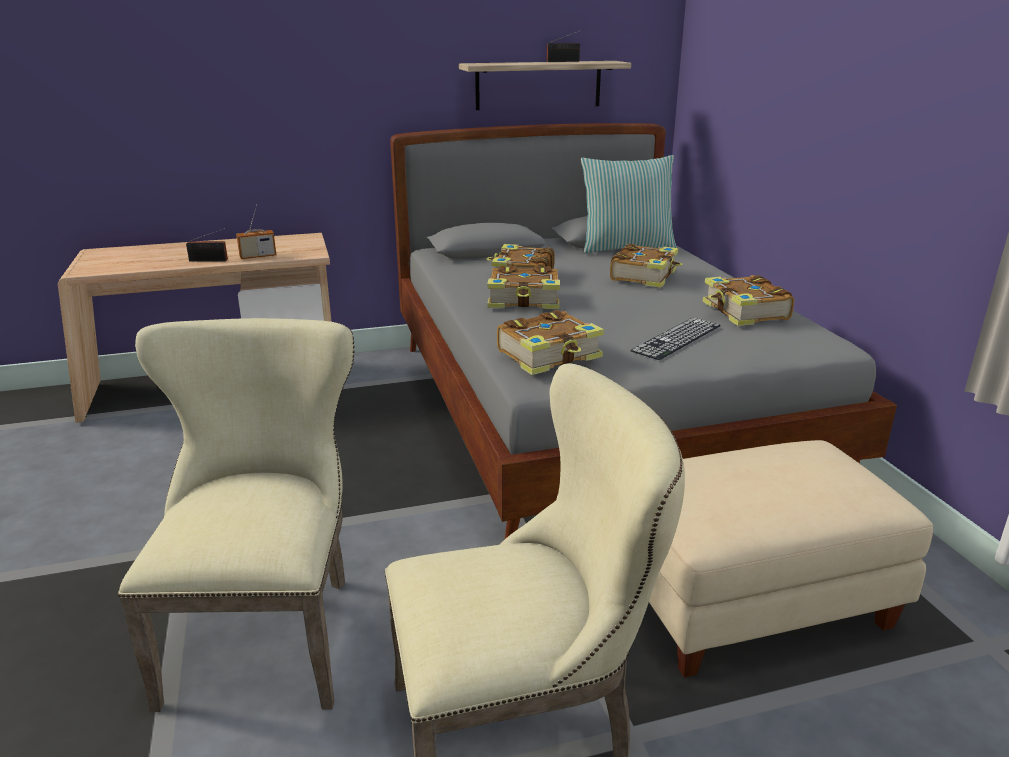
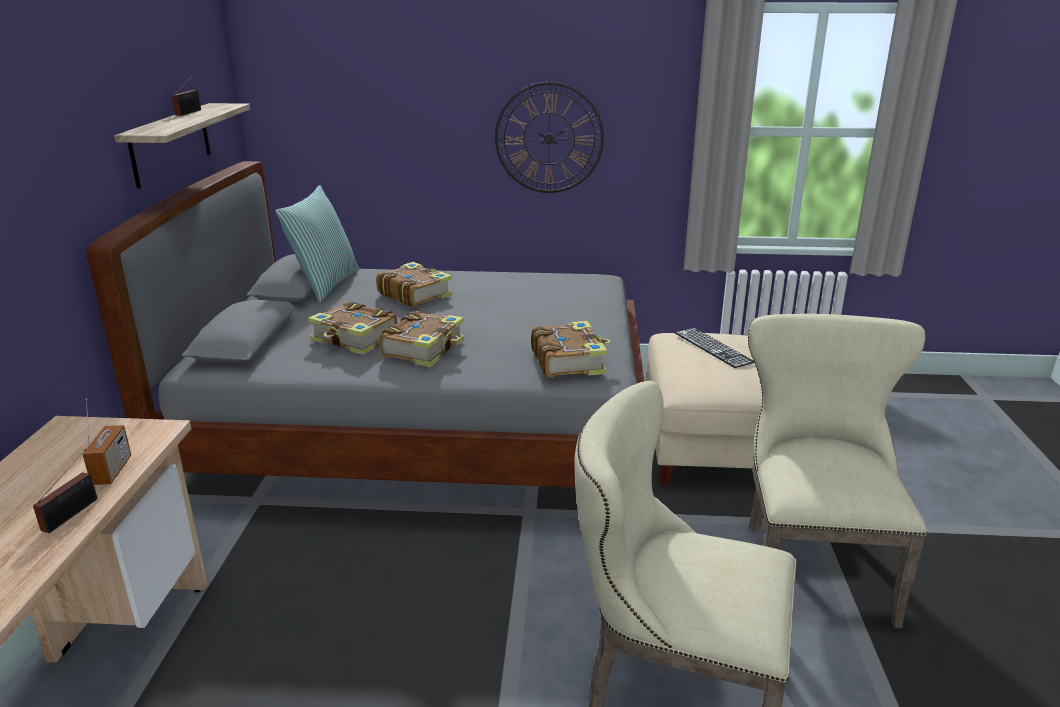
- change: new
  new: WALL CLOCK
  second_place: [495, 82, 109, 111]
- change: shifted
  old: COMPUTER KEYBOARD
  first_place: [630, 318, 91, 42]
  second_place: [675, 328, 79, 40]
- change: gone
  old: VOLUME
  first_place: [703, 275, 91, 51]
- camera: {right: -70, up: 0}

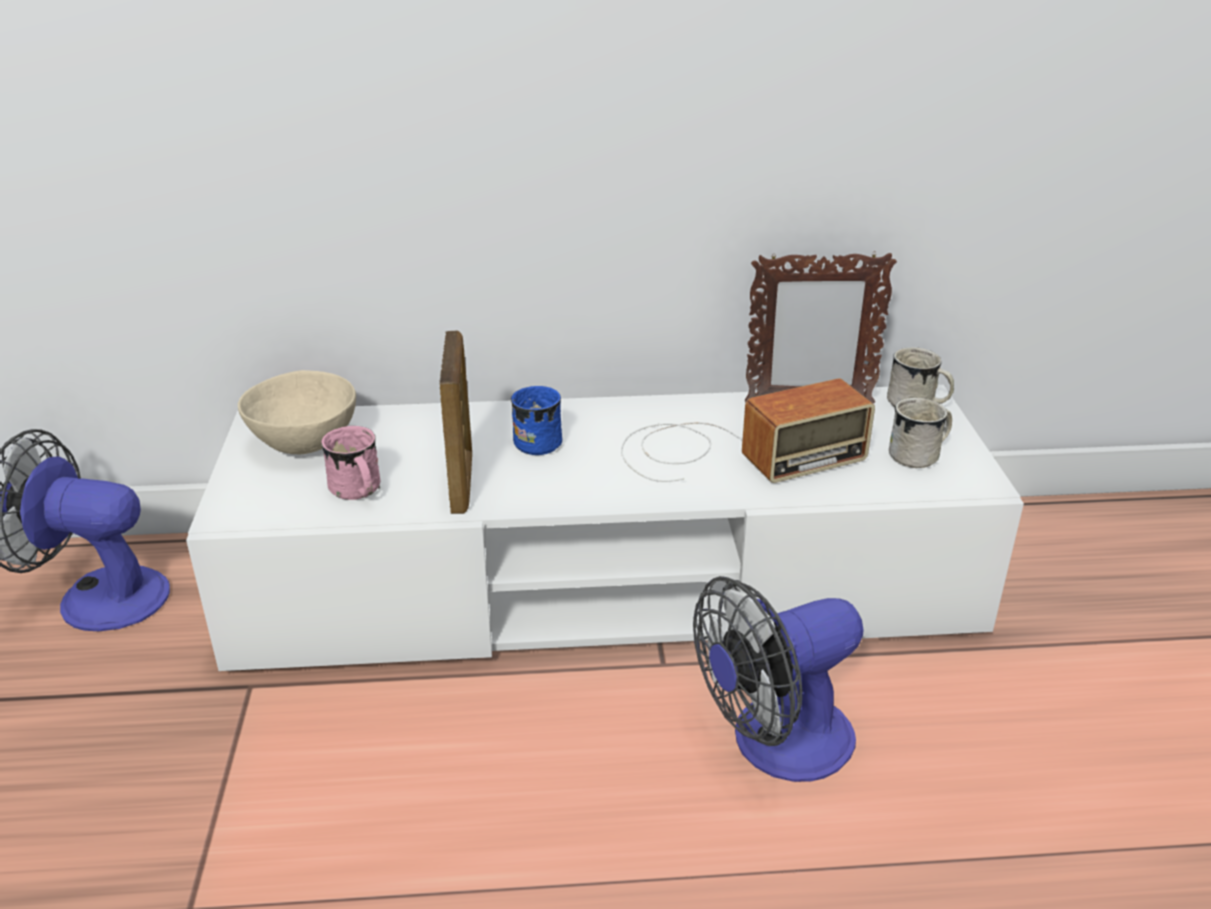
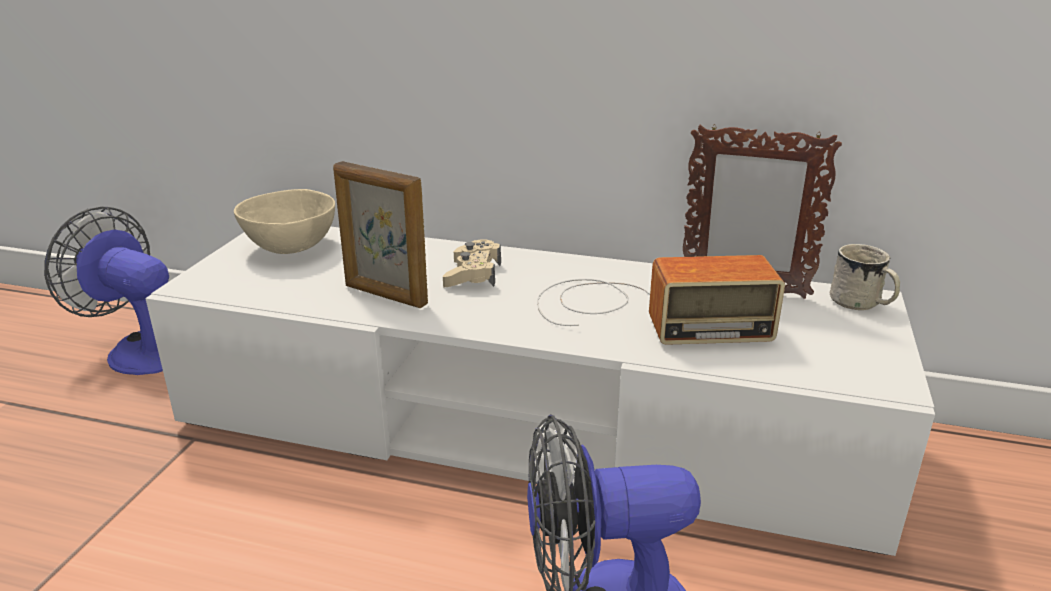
- change: rotated
  old: STANDING FRAME
  first_place: [439, 331, 33, 183]
  second_place: [333, 161, 95, 147]
  degrees: 105
- change: swapped
  old: BLUISH COFFEE MUG
  new: BEIGE GAME CONTROLLER
  first_place: [511, 386, 51, 69]
  second_place: [443, 239, 58, 48]
- change: gone
  old: PINK COFFEE MUG
  first_place: [321, 426, 59, 74]
- change: gone
  old: WHITISH COFFEE MUG
  first_place: [889, 398, 63, 70]
- camera: {right: 20, up: -5}

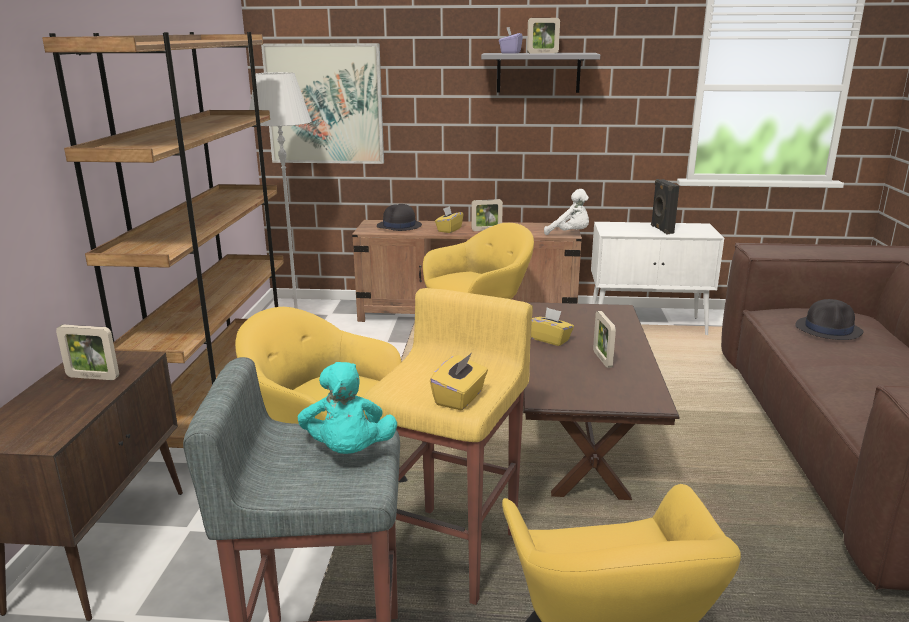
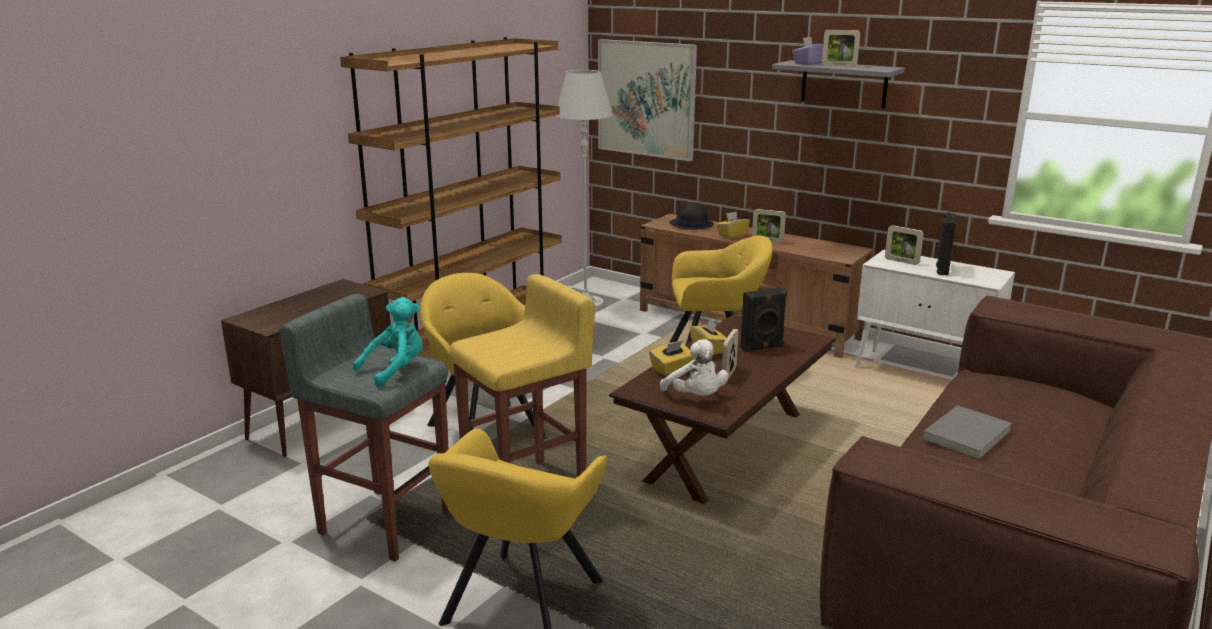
- change: rotated
  old: TURQUOISE-COLOURED SOFT TOY
  first_place: [298, 362, 99, 92]
  second_place: [353, 297, 70, 90]
  degrees: -150
- change: shifted
  old: YELLOWISH TISSUE HOLDER
  first_place: [430, 353, 58, 57]
  second_place: [649, 341, 45, 35]
- change: shifted
  old: WHITISH SOFT TOY
  first_place: [544, 189, 45, 46]
  second_place: [660, 339, 68, 57]
- change: new
  new: BLACK SPEAKER
  second_place: [740, 287, 47, 65]
- change: shifted
  old: STANDING FRAME
  first_place: [56, 325, 63, 55]
  second_place: [885, 225, 39, 40]
- change: new
  new: GRAY VOLUME
  second_place: [922, 405, 90, 54]
- change: gone
  old: BLACK CLOTHING HAT
  first_place: [795, 299, 68, 41]
- camera: {right: 30, up: 0}

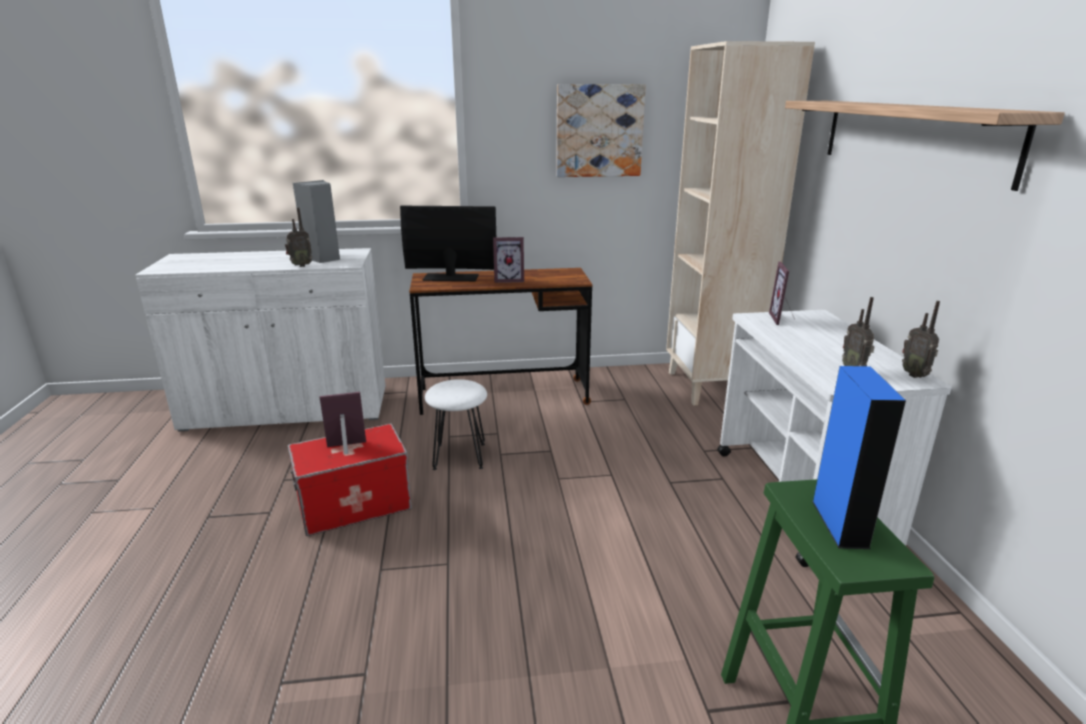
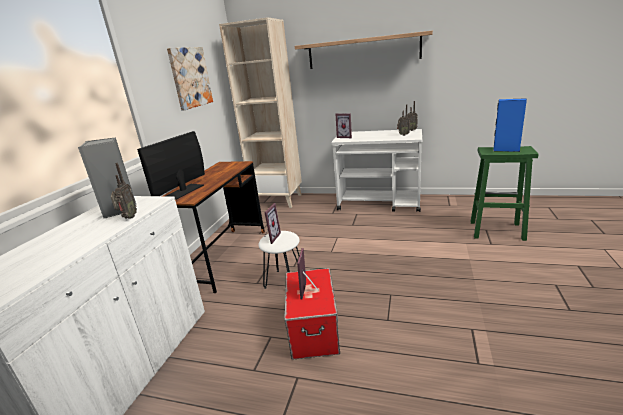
- change: shifted
  old: STANDING FRAME
  first_place: [493, 237, 31, 46]
  second_place: [265, 203, 16, 41]
- camera: {right: -65, up: 0}

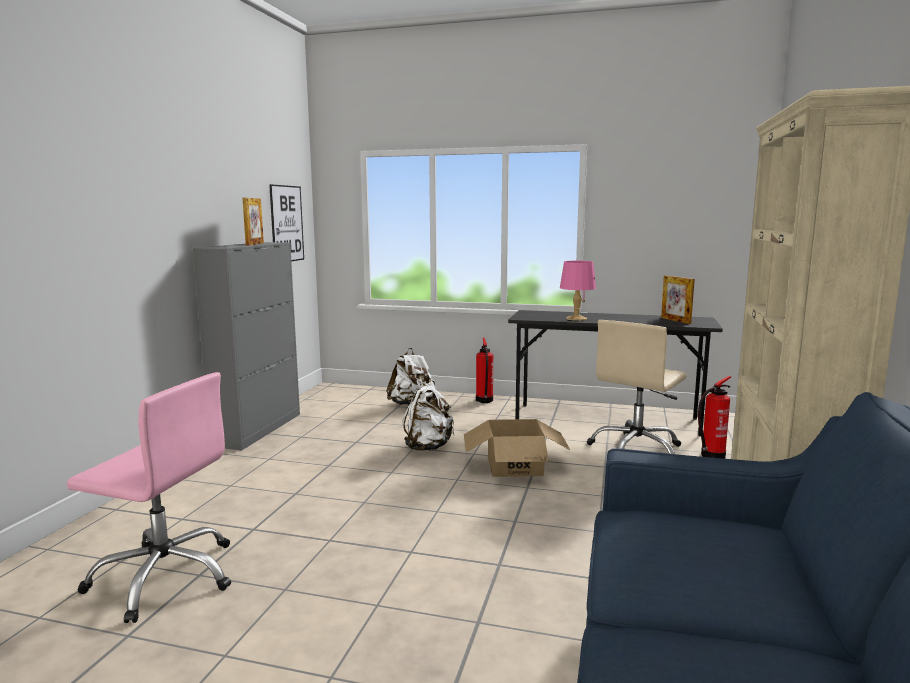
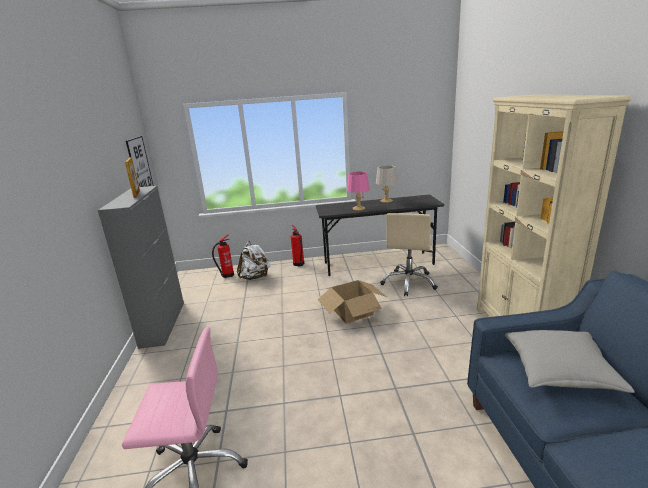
- change: shifted
  old: FIRE-FIGHTING CYLINDER
  first_place: [698, 376, 33, 83]
  second_place: [212, 235, 22, 43]
- change: new
  new: GRAY LAMP FOR A TABLE
  second_place: [376, 165, 21, 38]
- change: new
  new: GRAY PILLOW
  second_place: [505, 330, 129, 63]
- change: gone
  old: WHITISH BACKPACK
  first_place: [403, 380, 51, 71]
- change: gone
  old: STANDING FRAME
  first_place: [661, 275, 34, 49]
- camera: {right: -20, up: 10}

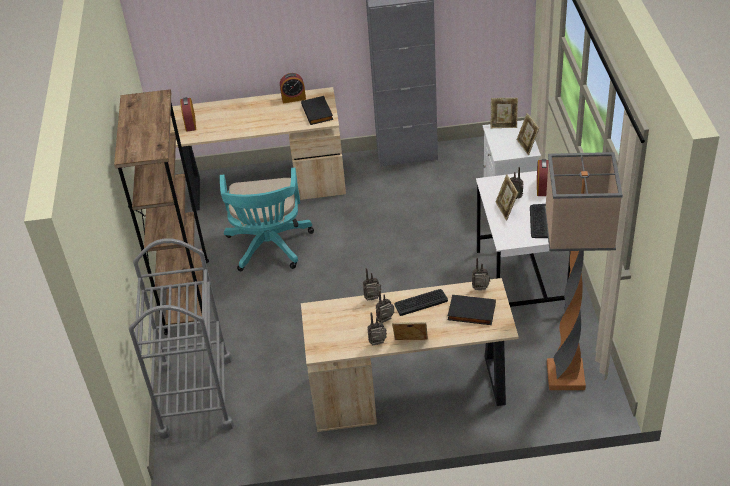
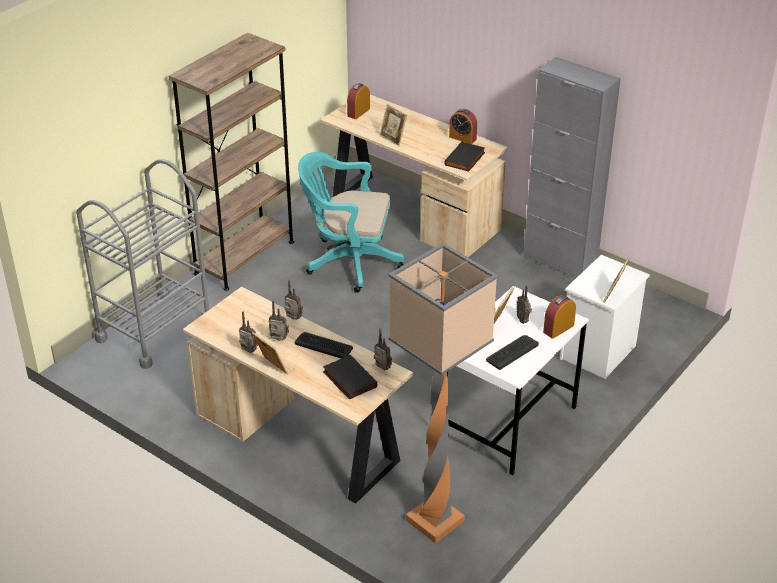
- change: rotated
  old: TURQUOISE-COLOURED COMPUTER CHAIR
  first_place: [220, 167, 94, 104]
  second_place: [298, 152, 106, 141]
  degrees: 60
- change: shifted
  old: STANDING FRAME
  first_place: [491, 98, 27, 30]
  second_place: [379, 104, 28, 42]
- camera: {right: 40, up: -5}

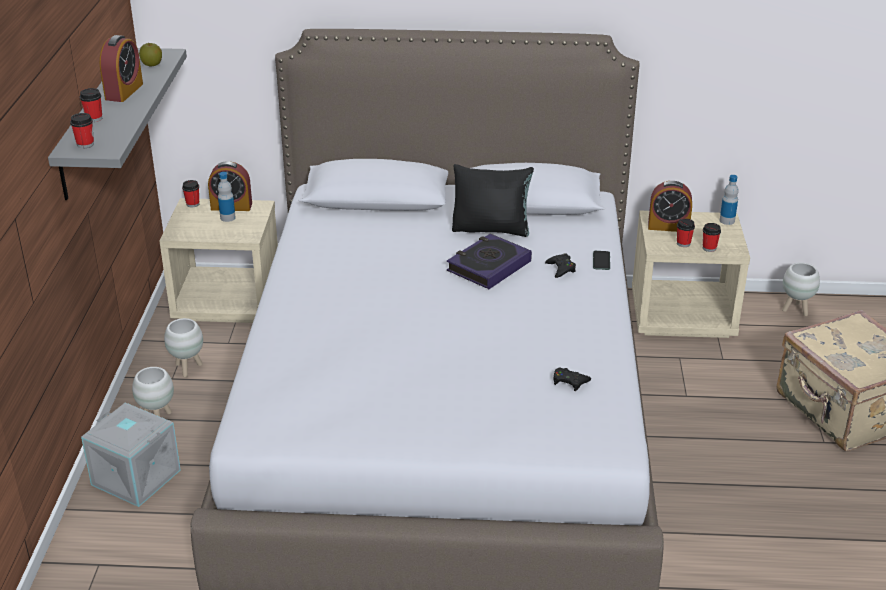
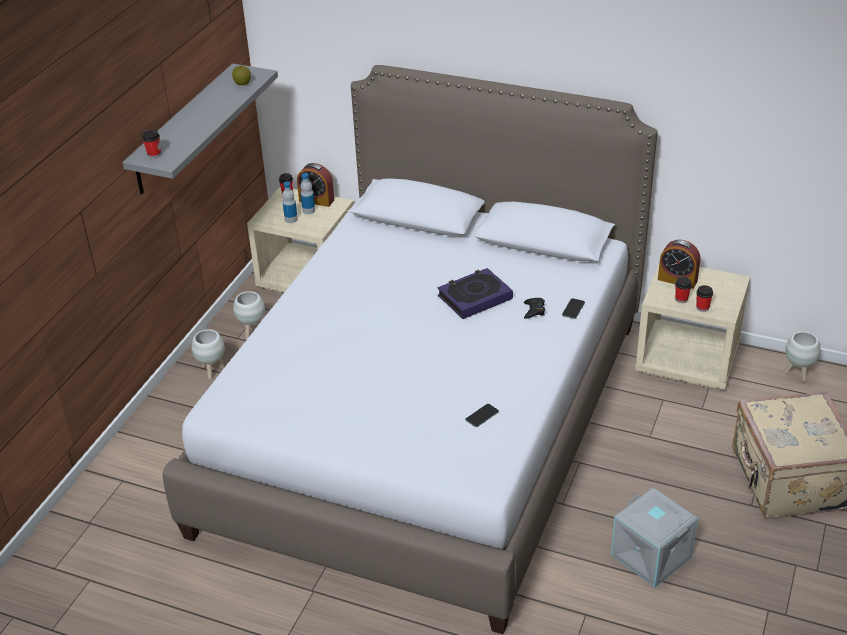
- change: shifted
  old: DRINK BOTTLE
  first_place: [719, 175, 20, 50]
  second_place: [282, 182, 16, 41]
- change: swapped
  old: BLACK GAME CONTROLLER
  new: PHONE
  first_place: [553, 368, 38, 23]
  second_place: [465, 404, 34, 23]
- change: shifted
  old: GRAY STORAGE BIN
  first_place: [81, 403, 100, 104]
  second_place: [611, 487, 87, 101]
- change: gone
  old: DRINKING CUP
  first_place: [80, 88, 22, 34]
- change: gone
  old: ALARM CLOCK
  first_place: [100, 35, 43, 67]
- change: gone
  old: BLACK PILLOW
  first_place: [452, 164, 82, 73]
- camera: {right: 20, up: 5}

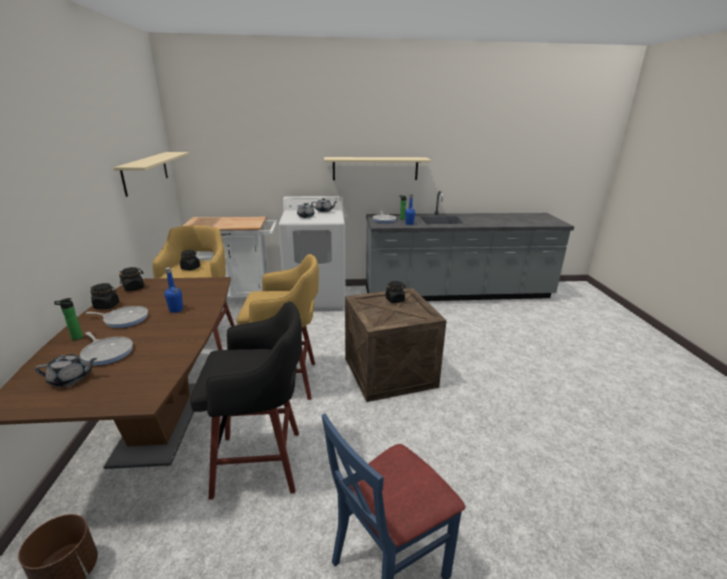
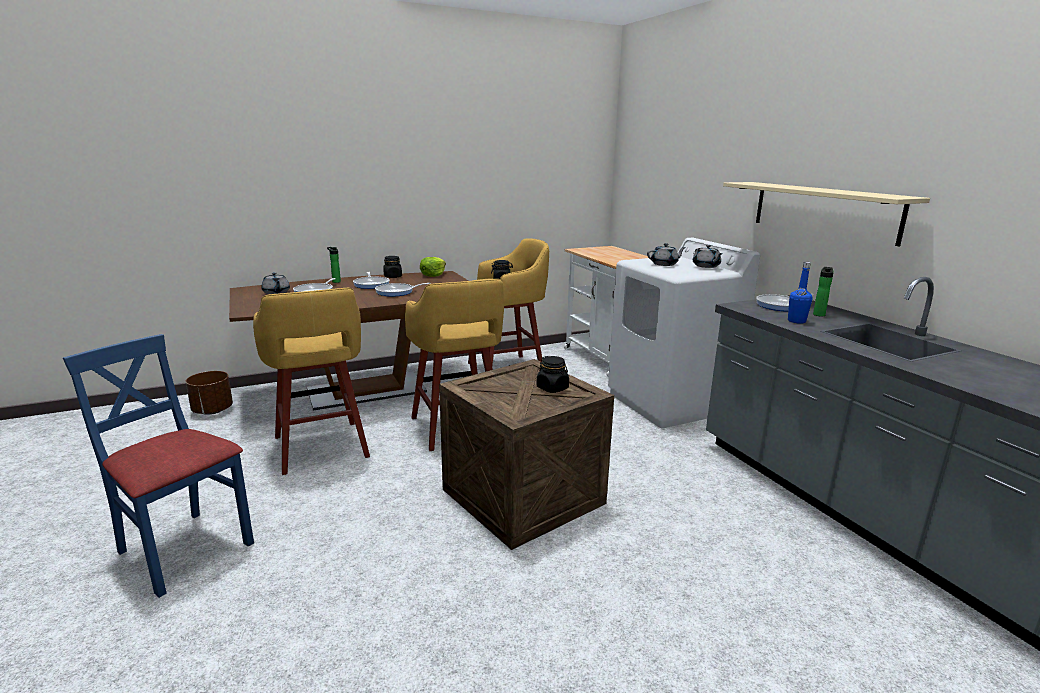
- change: repainted
  old: BLACK SITTING STOOL
  new: YELLOWISH SITTING STOOL
  first_place: [190, 301, 112, 199]
  second_place: [253, 288, 117, 187]
- change: swapped
  old: BLUISH DRINK BOTTLE
  new: PAN
  first_place: [164, 267, 19, 46]
  second_place: [375, 283, 56, 14]
- change: swapped
  old: BLACK PRESERVE JAR
  new: HEAD OF LETTUCE
  first_place: [119, 267, 25, 24]
  second_place: [420, 257, 26, 20]
- change: gone
  old: BEIGE SHELF
  first_place: [114, 152, 75, 45]
- camera: {right: 70, up: -5}

